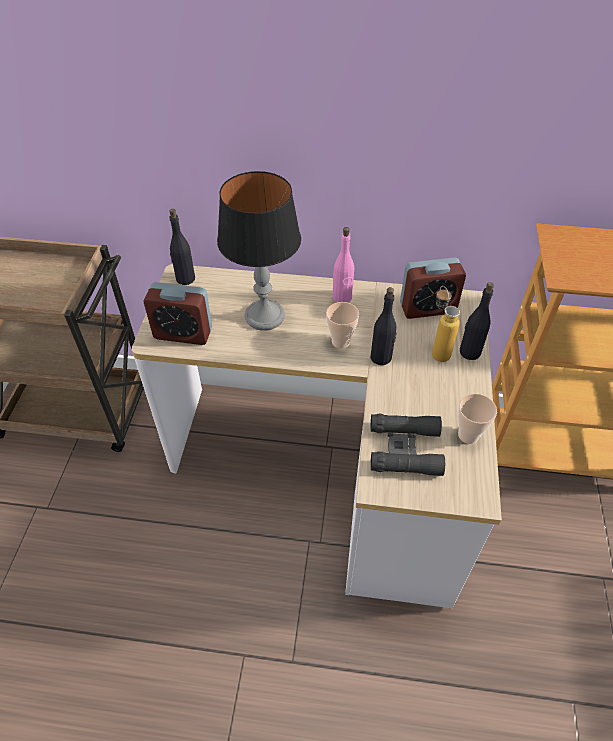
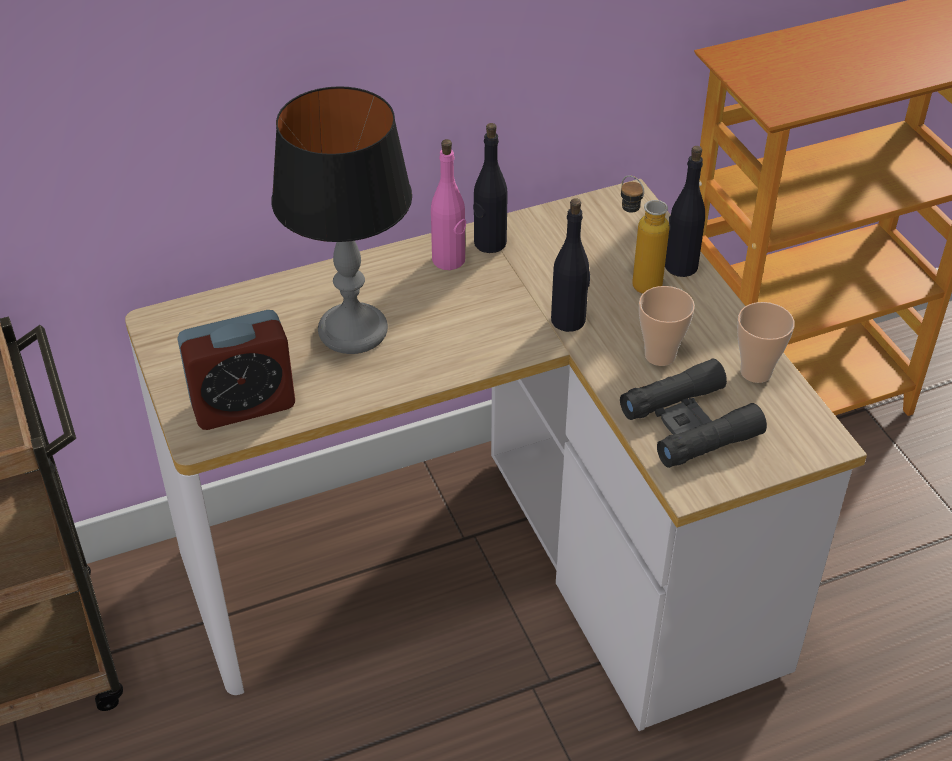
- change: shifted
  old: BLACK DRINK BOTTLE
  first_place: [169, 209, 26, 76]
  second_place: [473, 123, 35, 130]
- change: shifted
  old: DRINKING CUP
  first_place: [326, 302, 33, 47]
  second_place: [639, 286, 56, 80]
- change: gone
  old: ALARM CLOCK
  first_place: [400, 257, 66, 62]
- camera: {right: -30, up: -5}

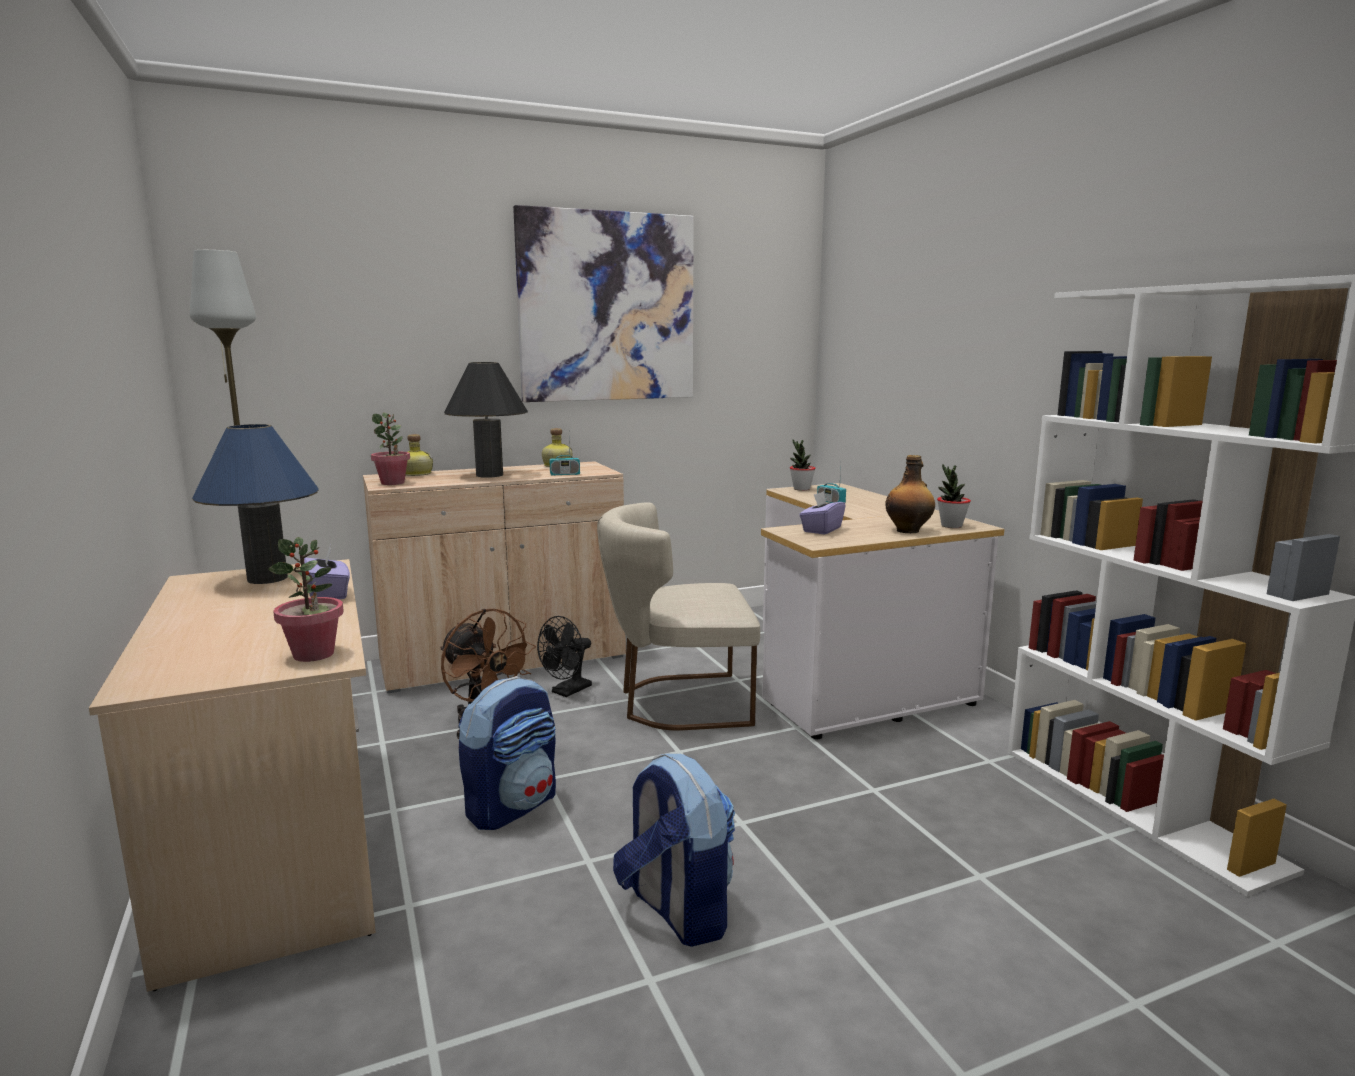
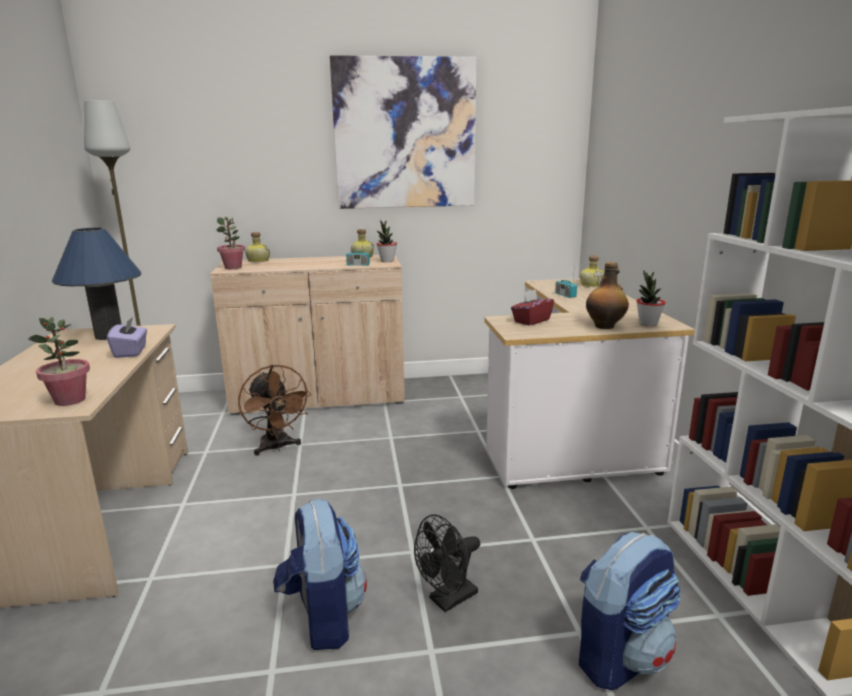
- change: shifted
  old: HOUSEPLANT
  first_place: [790, 440, 25, 51]
  second_place: [377, 220, 20, 42]
- change: shifted
  old: BLACK COOLING FAN
  first_place: [537, 616, 55, 81]
  second_place: [414, 514, 66, 98]
- change: repainted
  old: PURPLE TISSUE HOLDER
  new: RED TISSUE HOLDER
  first_place: [799, 491, 47, 44]
  second_place: [511, 289, 43, 37]
- change: shifted
  old: BACKPACK
  first_place: [458, 676, 98, 154]
  second_place: [579, 532, 102, 158]
- change: new
  new: DRINK BOTTLE
  second_place: [580, 255, 24, 32]
- change: gone
  old: BLACK LAMP FOR A TABLE
  first_place: [444, 362, 84, 116]
- change: gone
  old: BEIGE UPRIGHT CHAIR
  first_place: [597, 502, 163, 229]
- camera: {right: 15, up: 5}

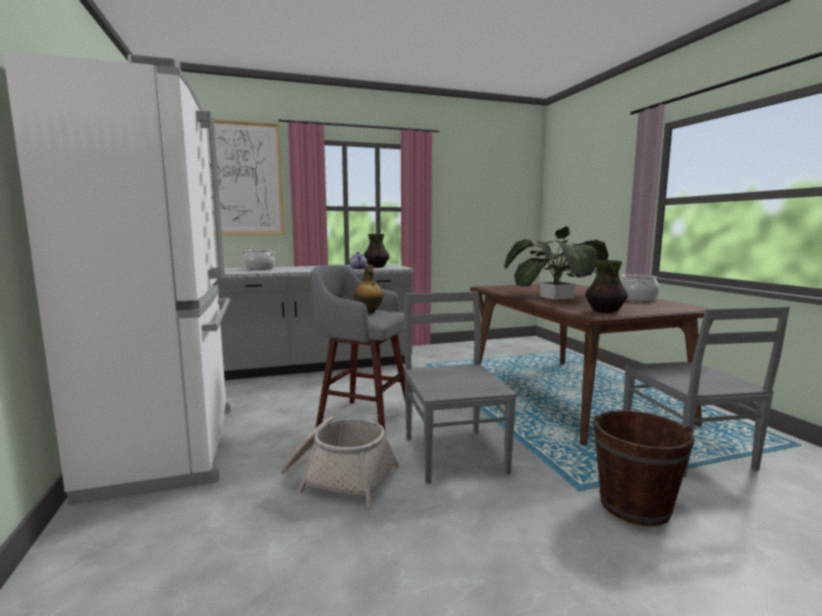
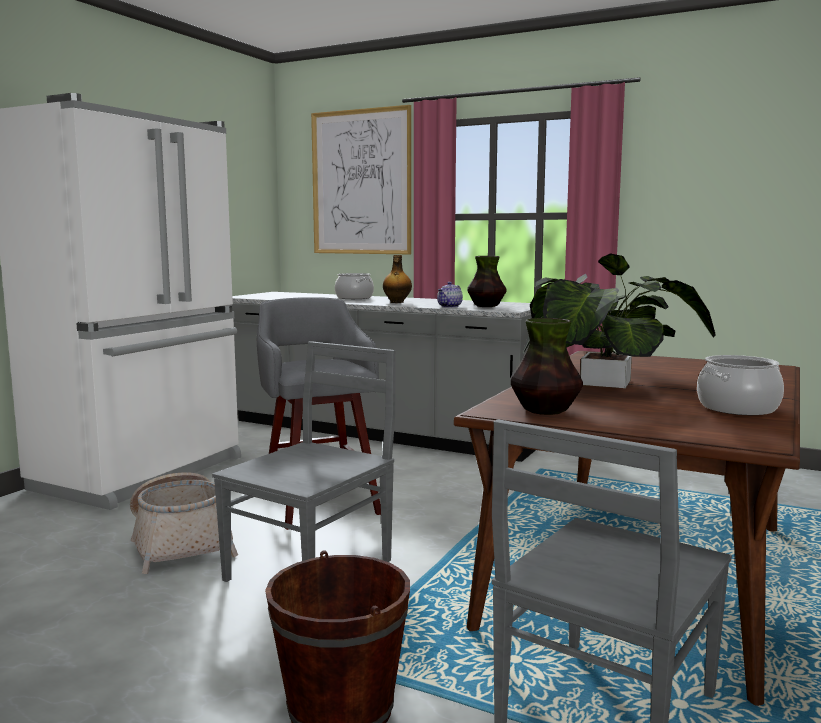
- change: shifted
  old: DRINK BOTTLE
  first_place: [354, 265, 30, 49]
  second_place: [383, 255, 29, 48]
- camera: {right: 45, up: 0}

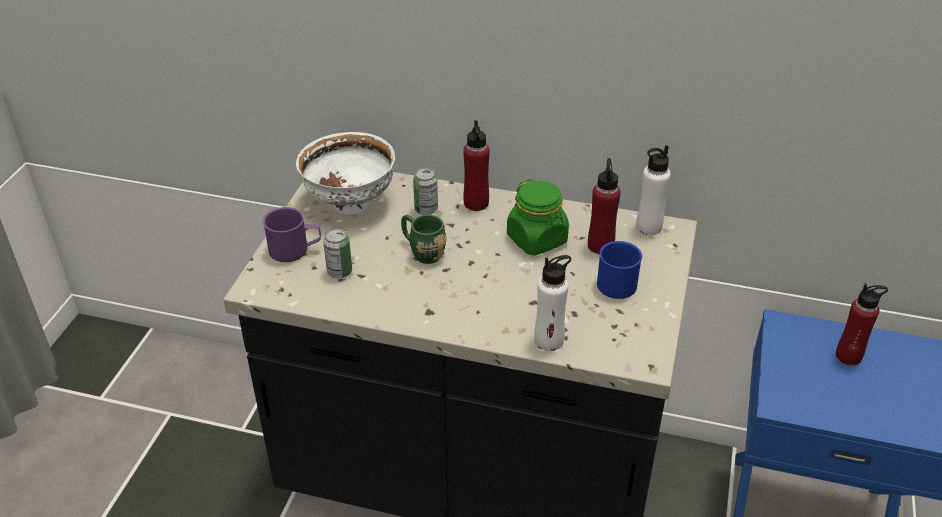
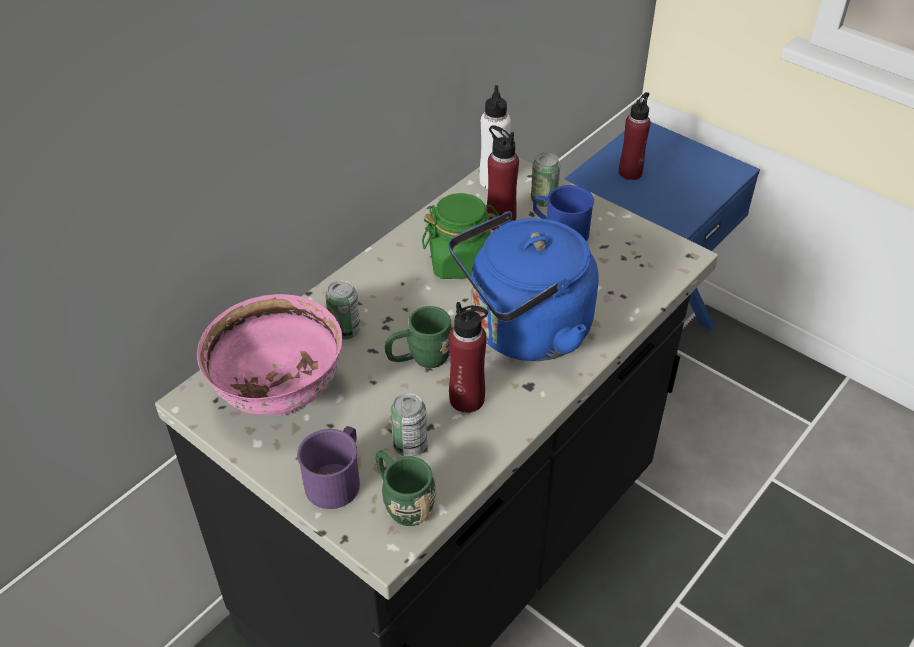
- change: repainted
  old: WHITISH SERVING BOWL
  new: PINK SERVING BOWL
  first_place: [296, 132, 99, 83]
  second_place: [197, 294, 145, 121]
- change: new
  new: GREEN-COLOURED COFFEE MUG
  second_place: [375, 450, 61, 76]
- change: new
  new: BLUISH KETTLE
  second_place: [449, 211, 149, 150]
- change: shifted
  old: RED DRINK BOTTLE
  first_place: [463, 120, 27, 91]
  second_place: [449, 302, 39, 111]
- change: new
  new: SEALED CAN
  second_place: [531, 153, 29, 54]
- change: gone
  old: WHITISH DRINK BOTTLE
  first_place: [534, 255, 37, 96]
- camera: {right: -65, up: 5}

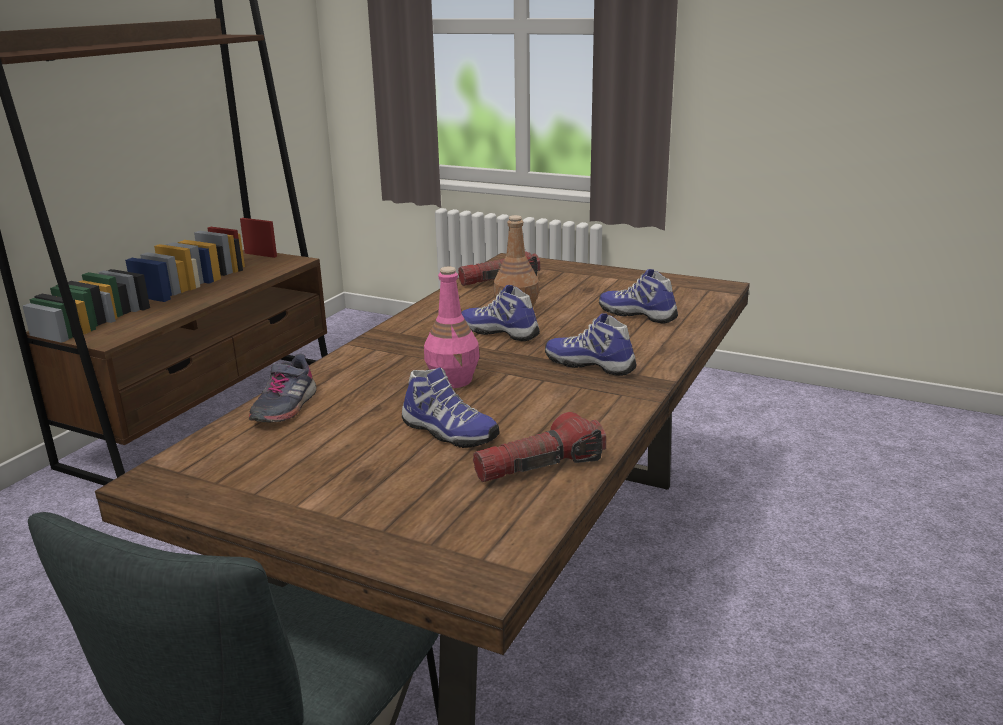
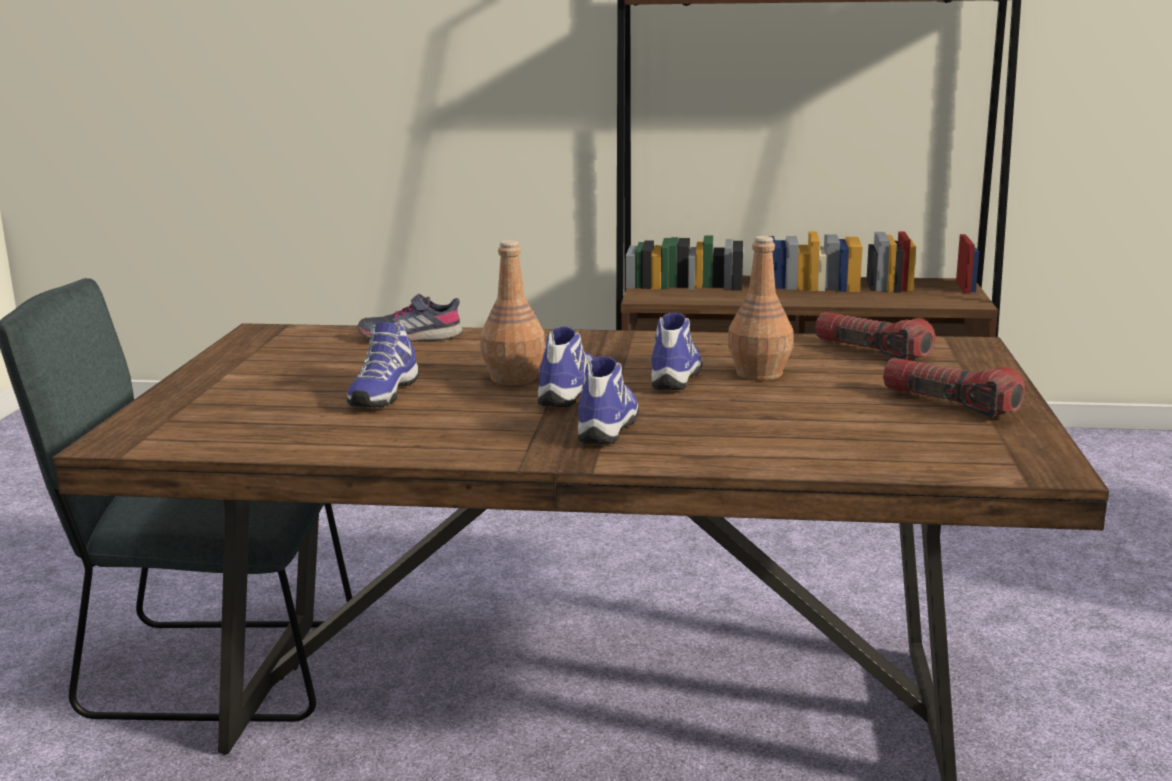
- change: repainted
  old: PINK DRINK BOTTLE
  new: BROWNISH DRINK BOTTLE
  first_place: [424, 267, 55, 121]
  second_place: [480, 240, 65, 145]
- change: shifted
  old: LOW SHOE
  first_place: [599, 269, 79, 54]
  second_place: [538, 327, 57, 81]
- change: shifted
  old: HAND TORCH
  first_place: [473, 412, 133, 70]
  second_place: [883, 358, 142, 60]
- camera: {right: 70, up: -5}

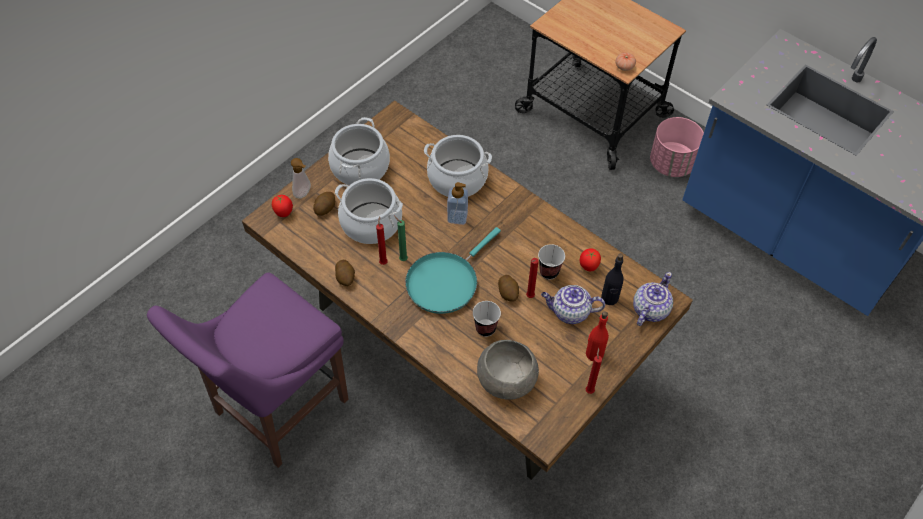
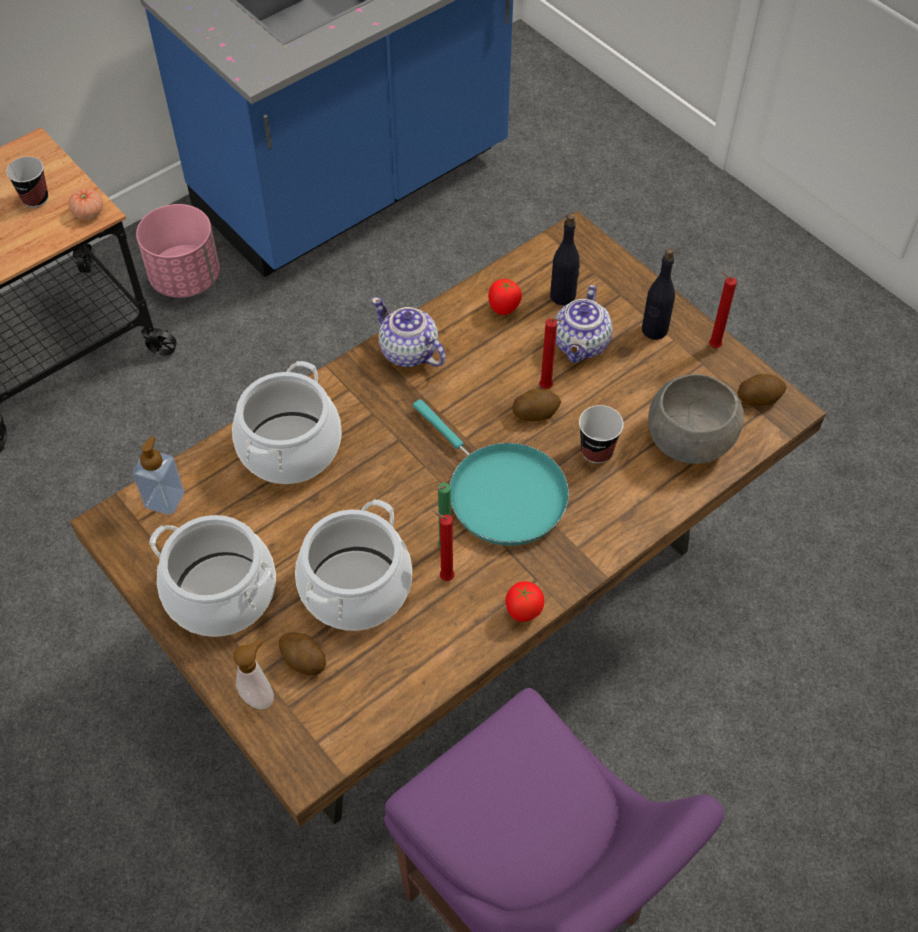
- change: shifted
  old: DRINKING CUP
  first_place: [538, 244, 27, 36]
  second_place: [6, 157, 42, 51]
- change: shifted
  old: LIQUID SOAP BOTTLE
  first_place: [447, 182, 21, 43]
  second_place: [133, 436, 51, 79]
- change: shifted
  old: POT FOR TEA
  first_place: [633, 272, 40, 54]
  second_place: [372, 297, 74, 70]
- change: shifted
  old: FRESH TOMATO
  first_place: [272, 195, 21, 22]
  second_place: [505, 581, 39, 41]
- change: repainted
  old: RED DRINK BOTTLE
  new: BLACK DRINK BOTTLE
  first_place: [586, 311, 23, 50]
  second_place: [642, 248, 33, 92]
- change: shifted
  old: POTATO
  first_place: [335, 260, 20, 26]
  second_place: [737, 374, 50, 32]
- camera: {right: -80, up: 0}

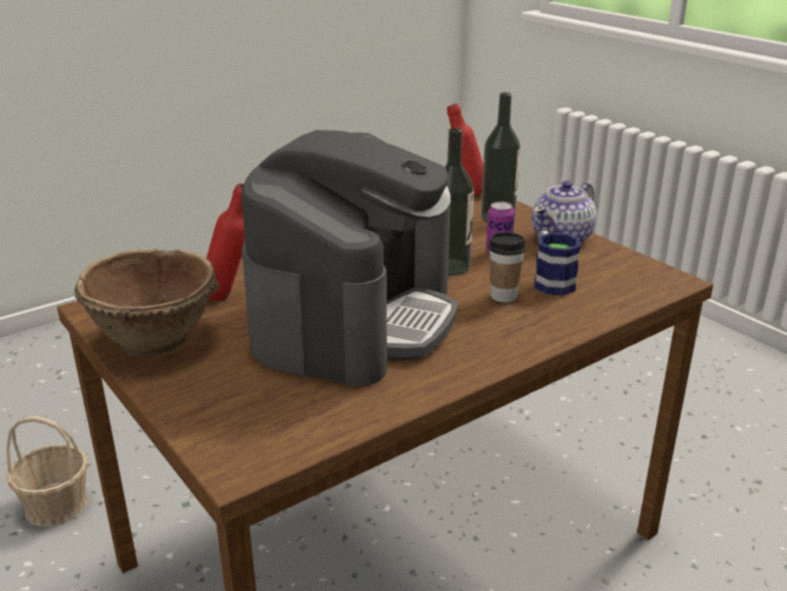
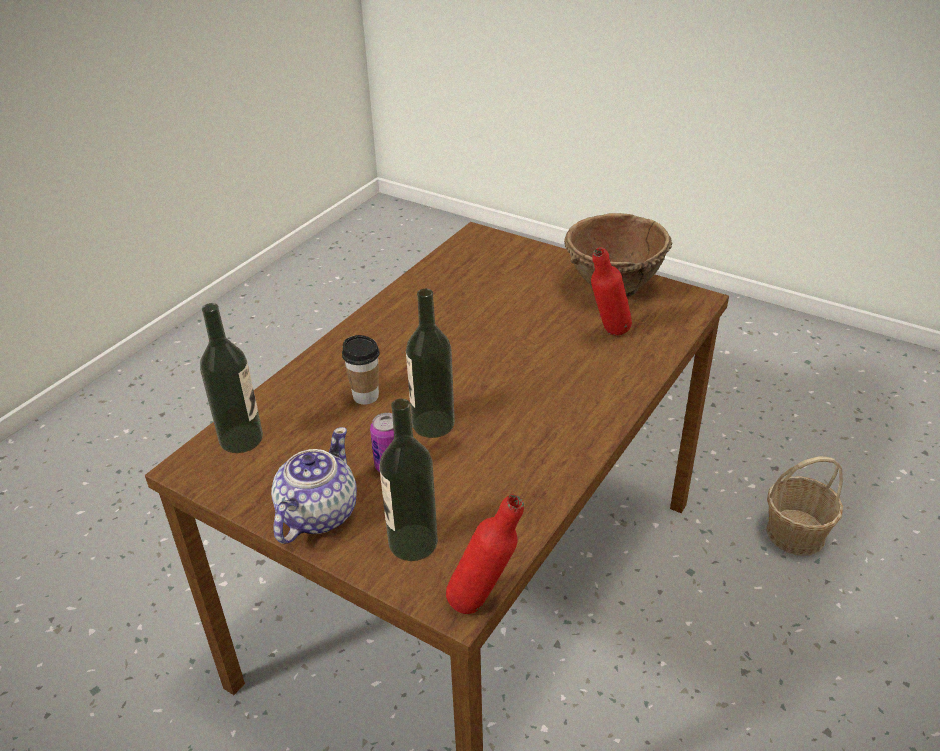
- change: new
  new: DRINK BOTTLE
  second_place: [200, 303, 63, 150]
- change: gone
  old: COFFEE MAKER
  first_place: [242, 130, 215, 257]
- change: gone
  old: COFFEE MUG
  first_place: [534, 231, 47, 64]
- camera: {right: 160, up: 10}

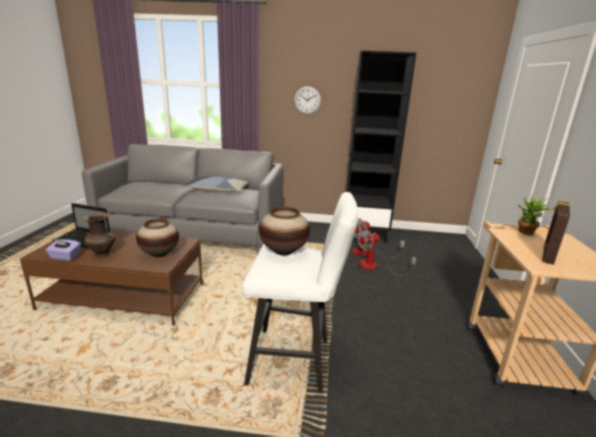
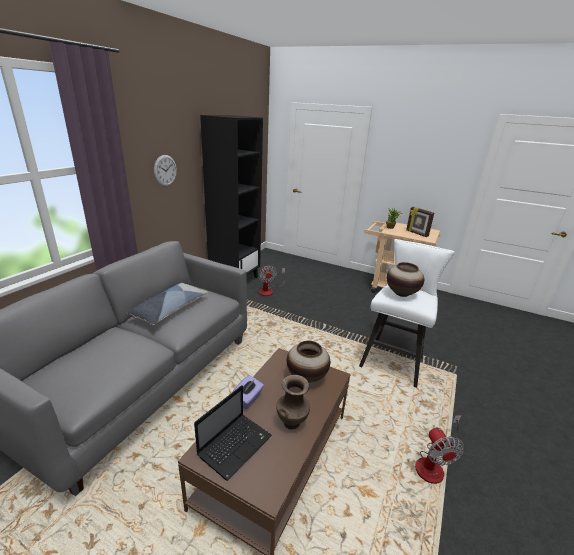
- change: shifted
  old: PURPLE TISSUE HOLDER
  first_place: [46, 239, 35, 22]
  second_place: [232, 375, 32, 34]
- change: shifted
  old: COOLING FAN
  first_place: [357, 228, 59, 48]
  second_place: [415, 415, 49, 69]
- camera: {right: -70, up: 5}

